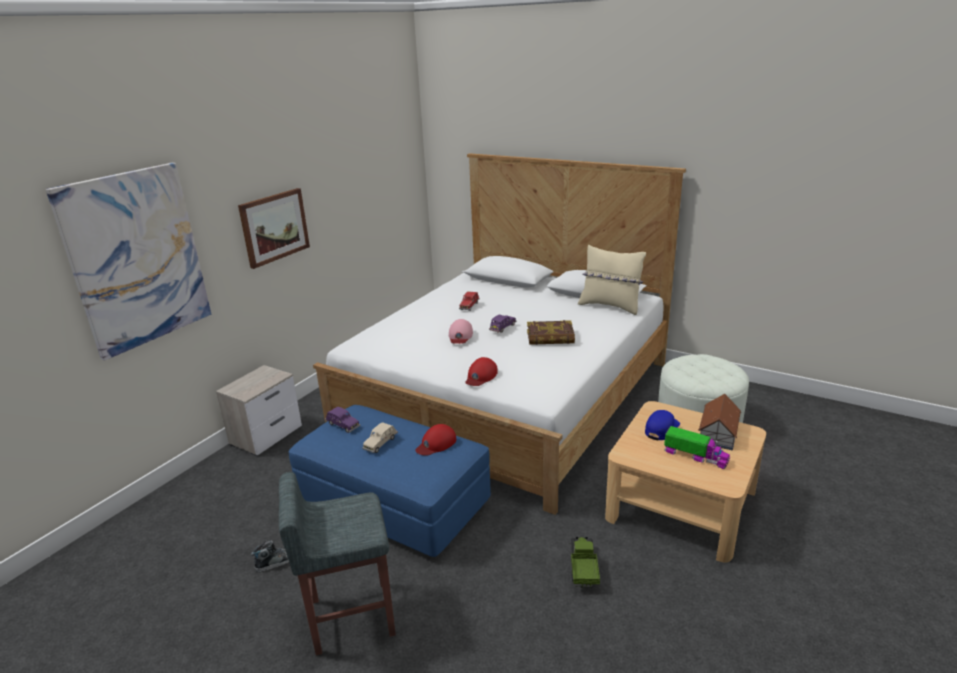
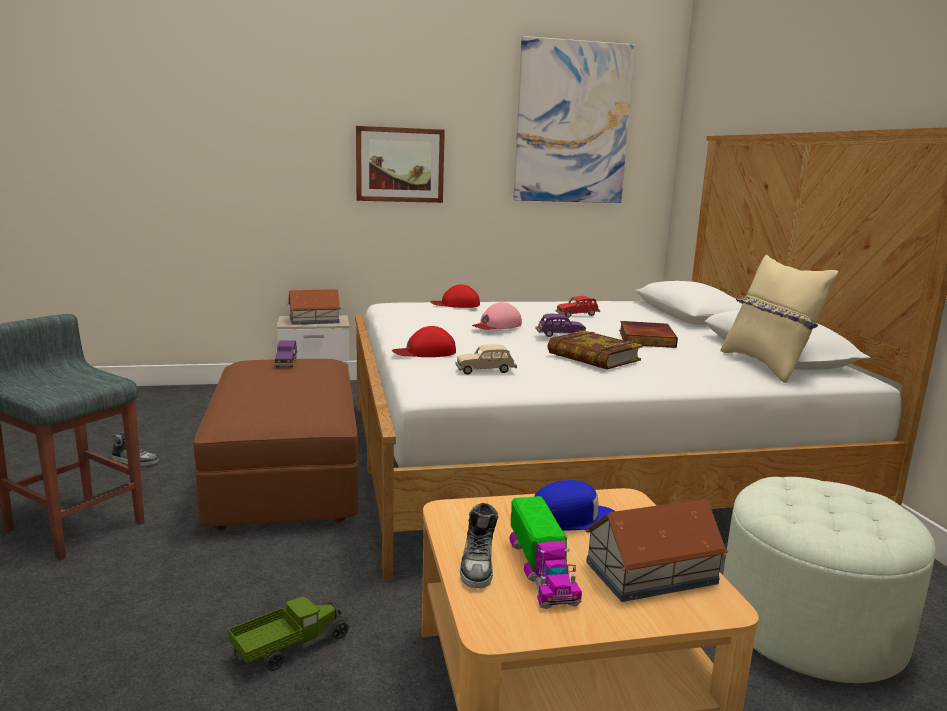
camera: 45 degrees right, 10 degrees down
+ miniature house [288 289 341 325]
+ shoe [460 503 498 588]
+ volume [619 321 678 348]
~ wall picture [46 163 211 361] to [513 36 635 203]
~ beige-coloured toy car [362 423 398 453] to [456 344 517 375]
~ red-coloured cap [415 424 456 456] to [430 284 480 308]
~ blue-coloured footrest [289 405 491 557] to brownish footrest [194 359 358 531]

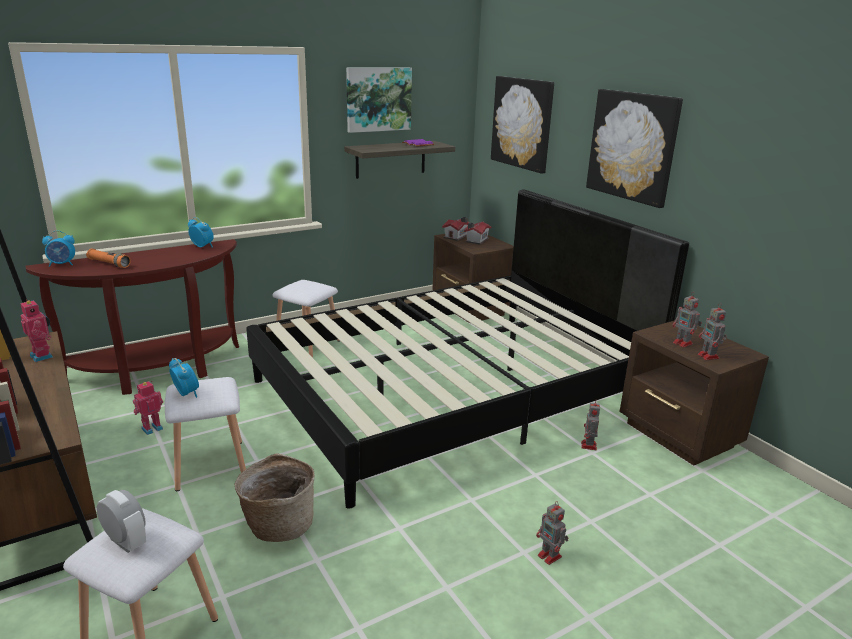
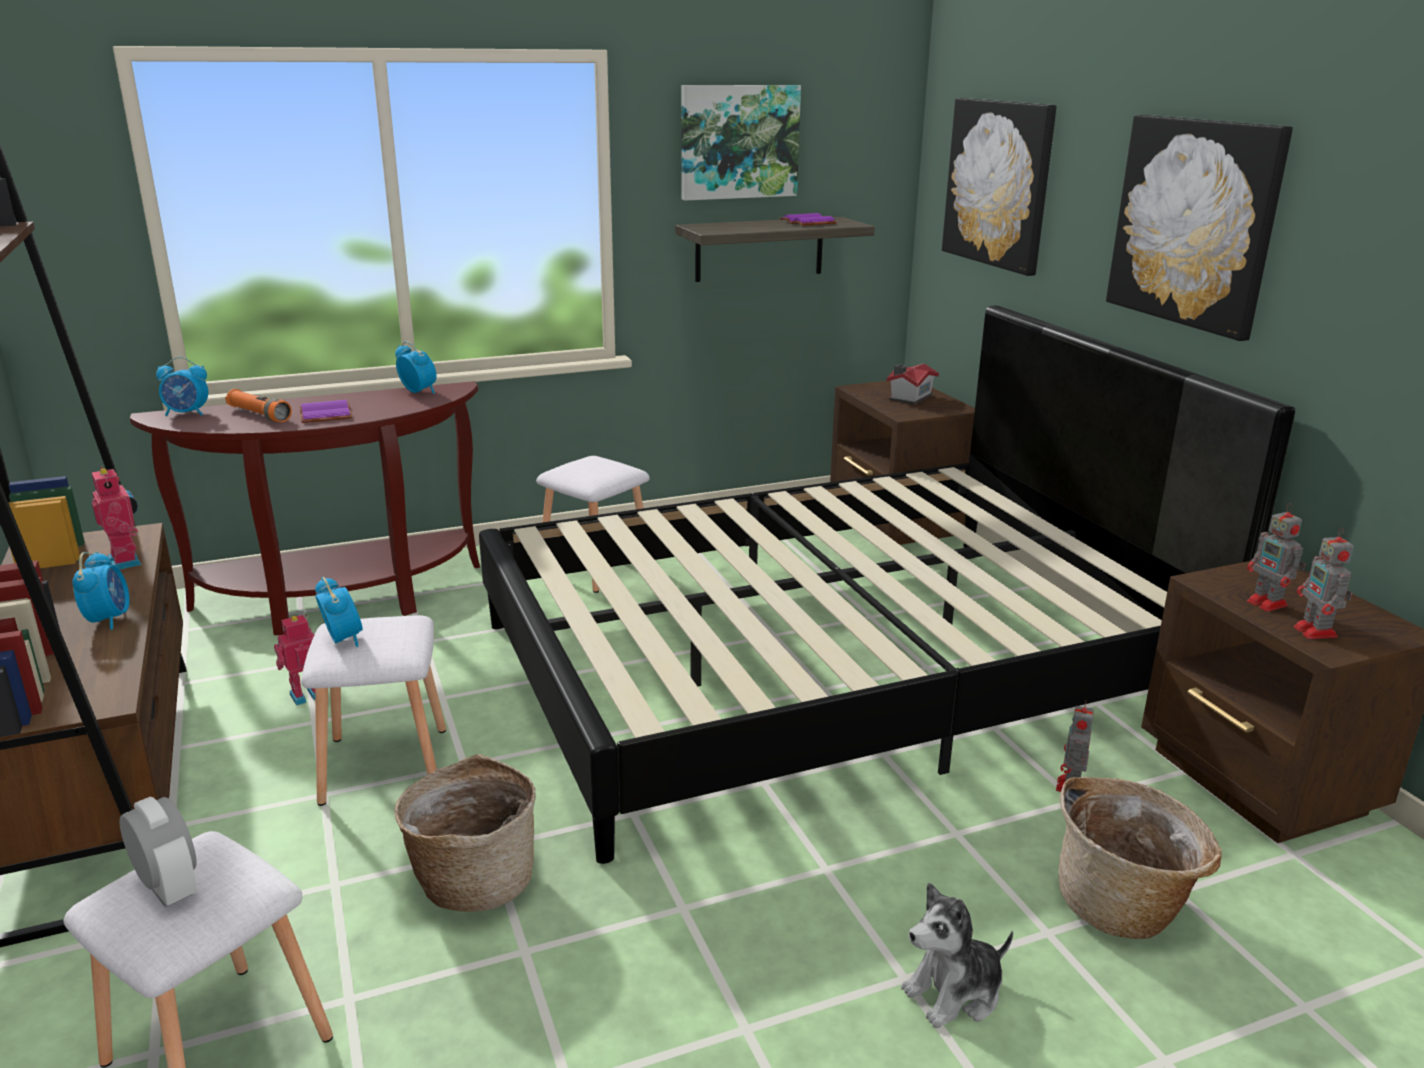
camera: 10 degrees right, 0 degrees up
- miniature house [442 217 469 241]
+ table clock [72 552 130 630]
+ purple volume [300 400 352 423]
+ basket [1058 777 1222 939]
~ toy robot [536 501 569 565] to soft toy [901 883 1013 1028]

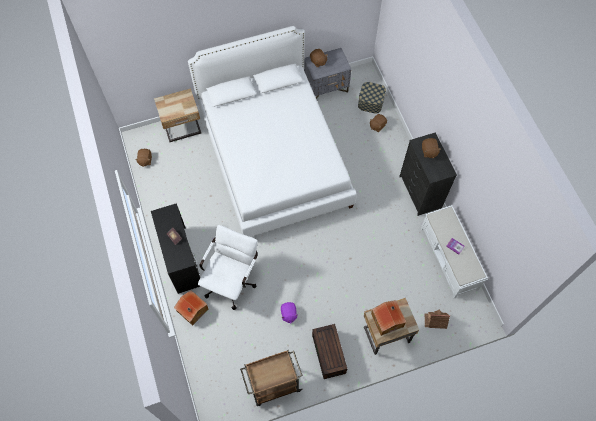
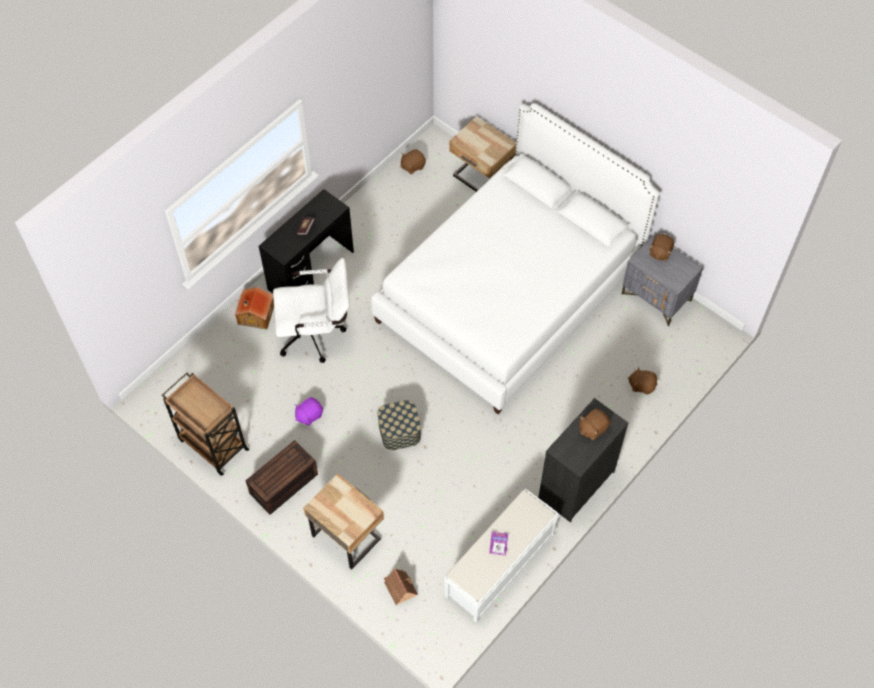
camera: 60 degrees right, 5 degrees down
- miniature house [371 300 406 336]
~ storage box [358 82 386 114] to [377 400 421 450]

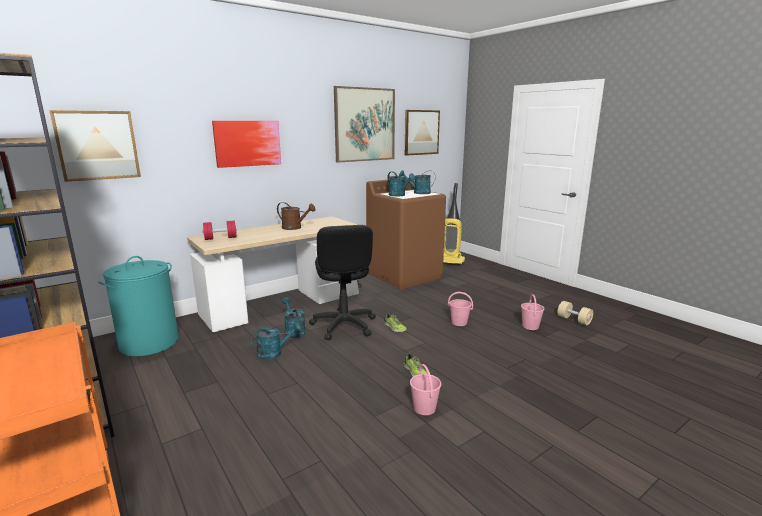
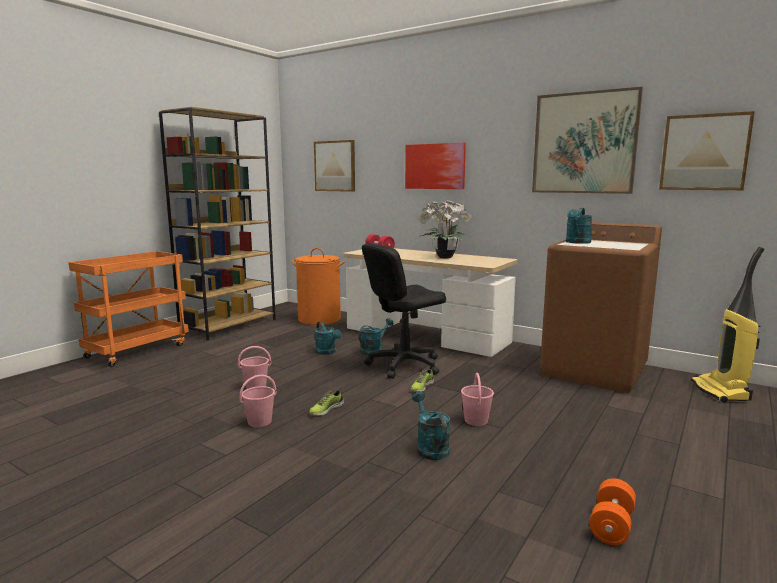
camera: 70 degrees right, 5 degrees down
~ turquoise sprinkling can [399 170 435 194] to [412 392 450 460]
~ pinkish bucket [521 294 544 330] to [238 346 271 389]
~ brownish sprinkling can [277 202 315 230] to plant in a pot [417 200 472 258]
~ turquoise hamper [98 256 179 356] to orange hamper [292 248 344 325]
~ beige-coloured dumbbell [558 301 593 325] to orange dumbbell [589 478 636 545]

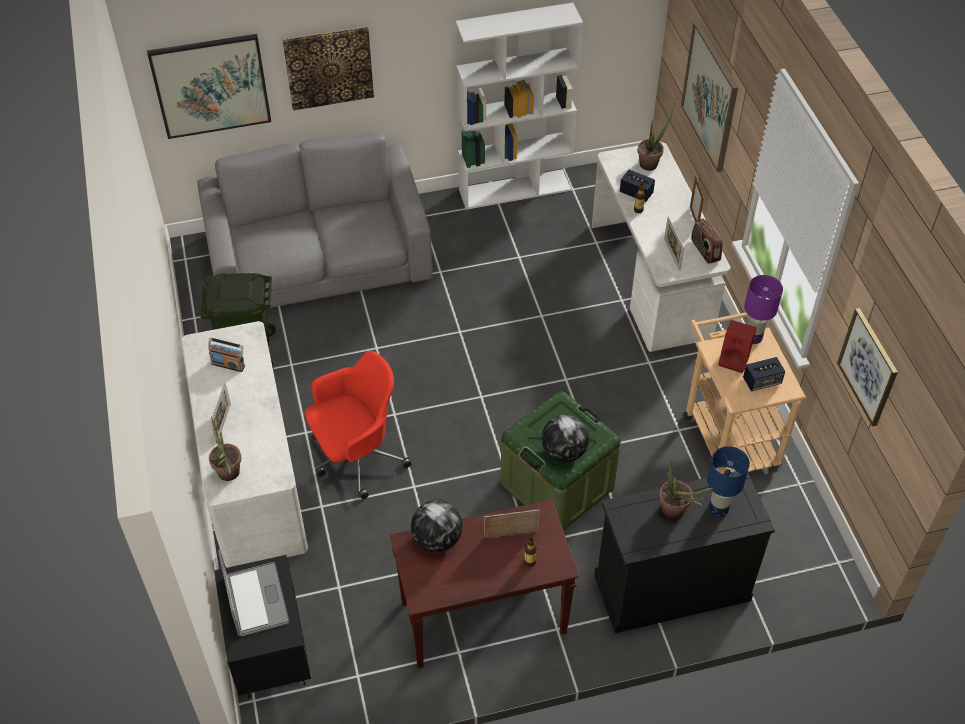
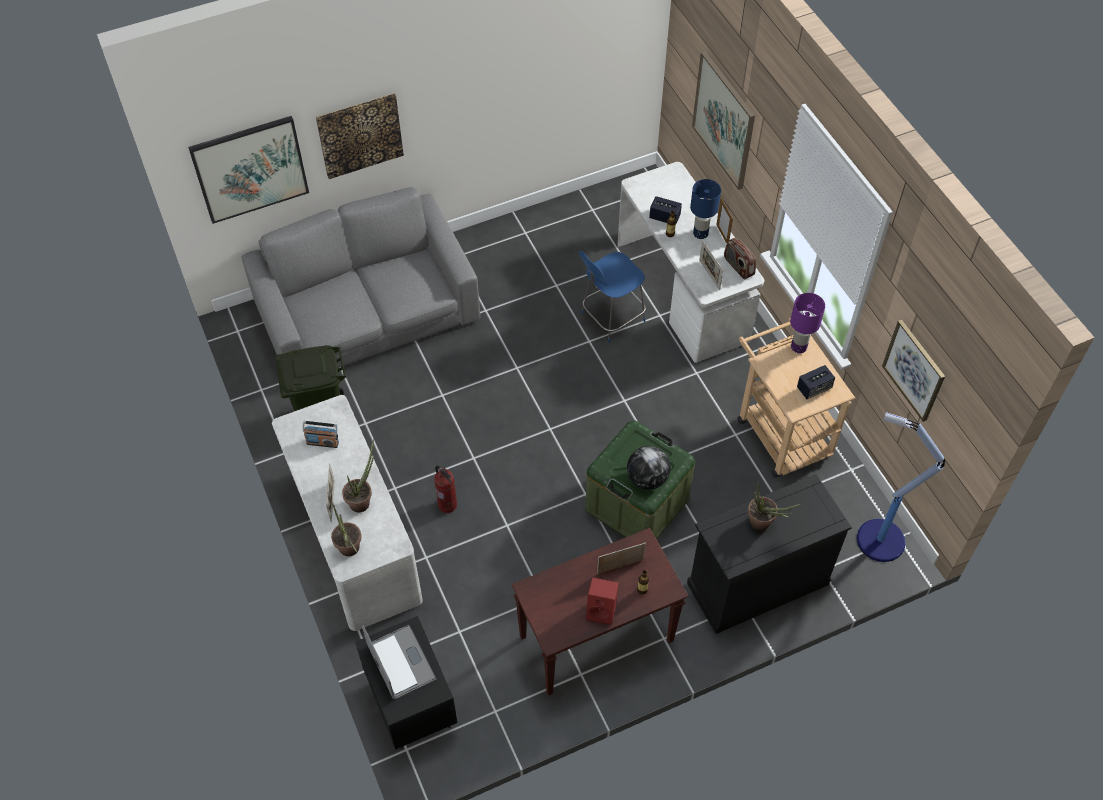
camera: 10 degrees left, 5 degrees up
- world globe [411 500 463 552]
- white-coloured bookshelf [455 3 583 210]
+ blue-coloured stool seat [579 251 646 343]
+ standard lamp [857 412 945 562]
~ plant in a pot [637 98 676 171] to [342 439 374 513]
~ blue-coloured table lamp [707 446 750 517] to [690 179 721 239]
~ red-coloured loudspeaker [718 320 757 373] to [586 577 619 625]
~ red-coloured computer chair [305 351 411 499] to fire extinguisher [434 466 457 513]

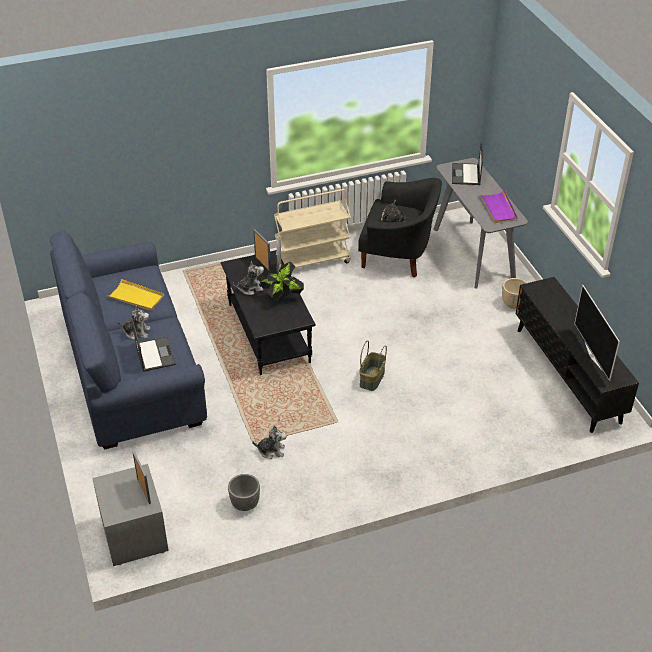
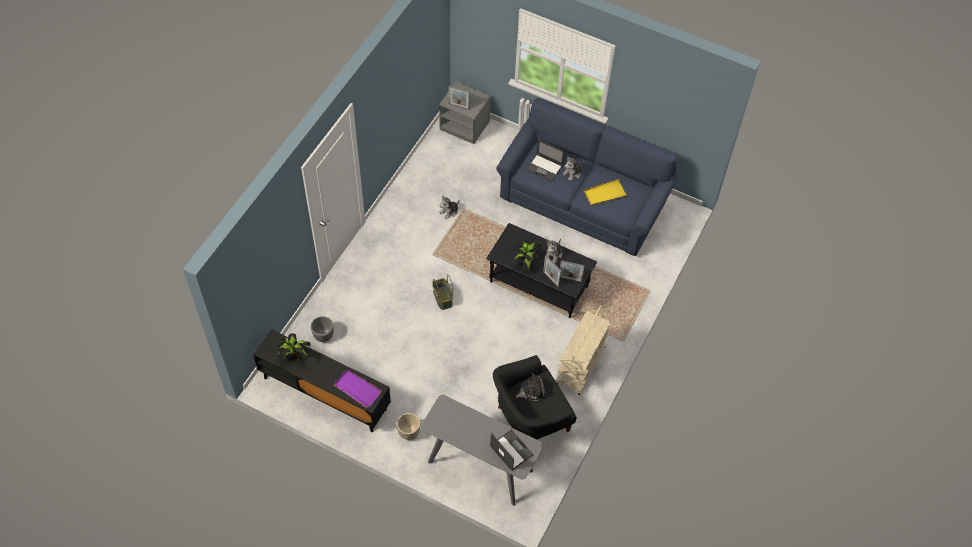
camera: 135 degrees right, 15 degrees up
~ grey planter [228 474 260 511] to [311 316 334 342]
~ purple tray [480 190 518 223] to [334 369 382 408]
~ television [574 285 620 381] to plant in a pot [277 333 311 359]

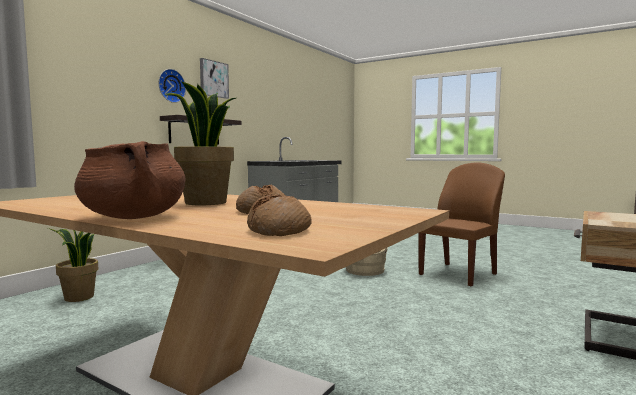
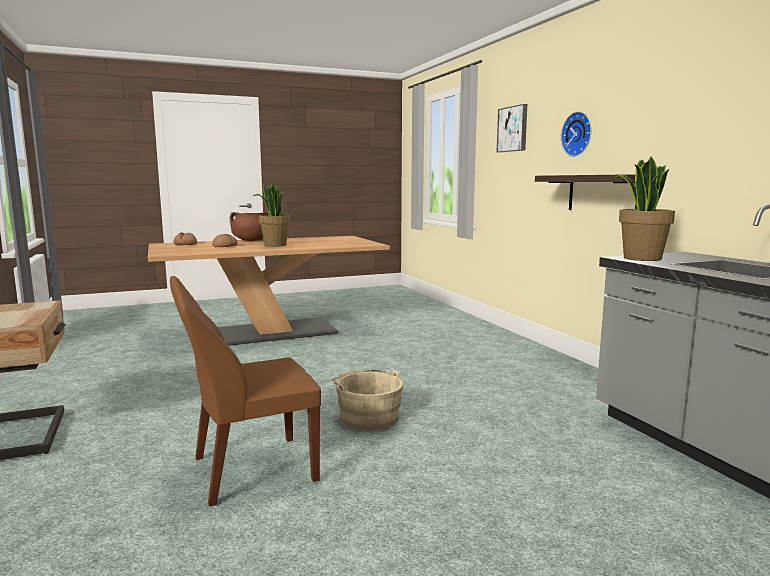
camera: 125 degrees right, 5 degrees up
~ plant in a pot [48 228 98 302] to [614 157 675 261]
~ wall picture [200 58 229 99] to [497 104 527 152]
~ brownish upright chair [418 162 505 286] = [170 276 321 507] 75 degrees clockwise

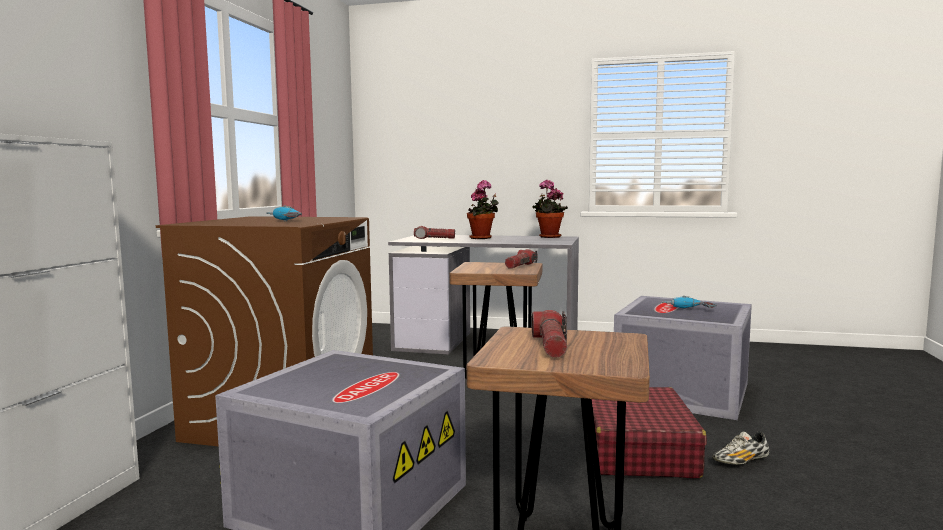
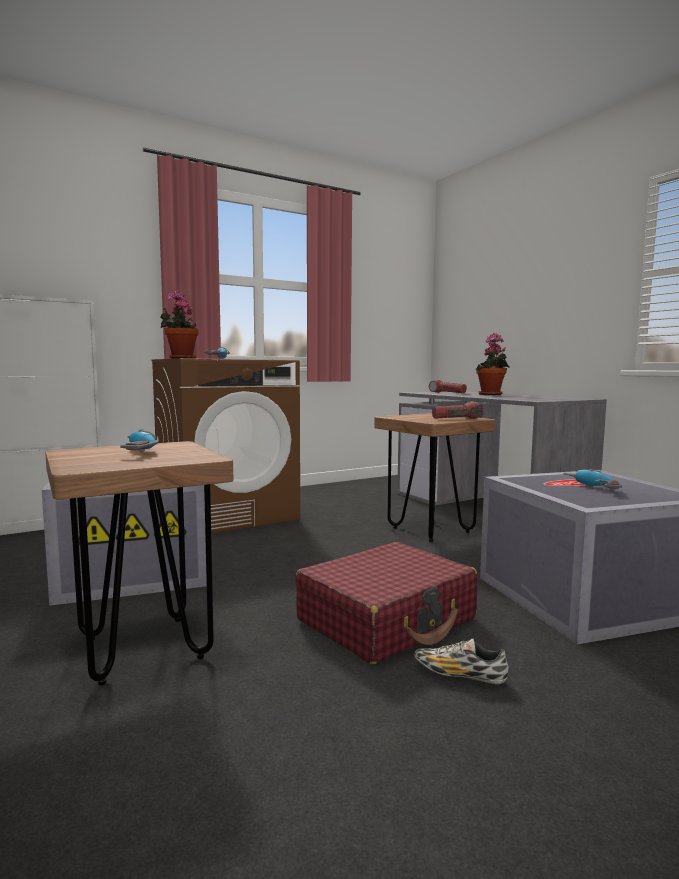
camera: 45 degrees right, 0 degrees up
~ plant in a pot [533 180 568 238] to [160 290 199 359]
~ hand torch [532 310 567 358] to electric drill [120 429 159 451]

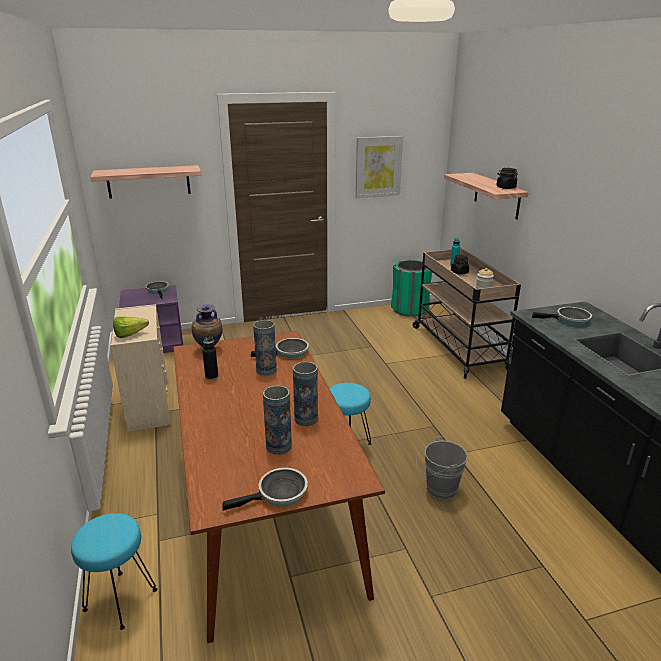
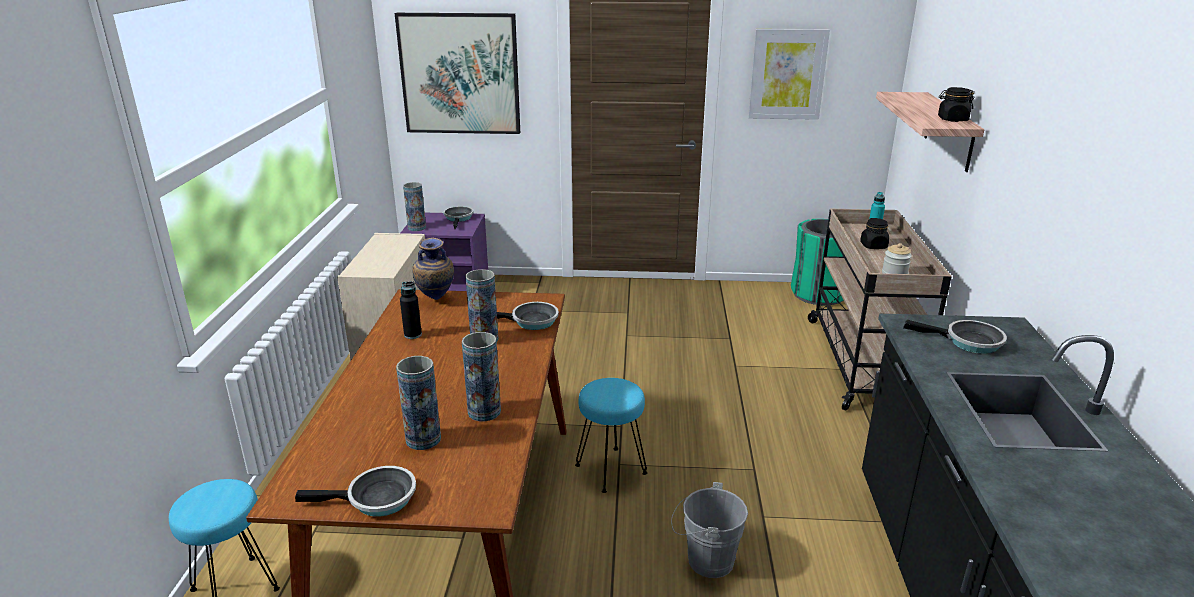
camera: 20 degrees right, 0 degrees up
- lettuce [113 316 149 338]
+ vase [403 182 426 231]
~ wall shelf [90 165 201 199] to wall picture [395 13 520 134]

